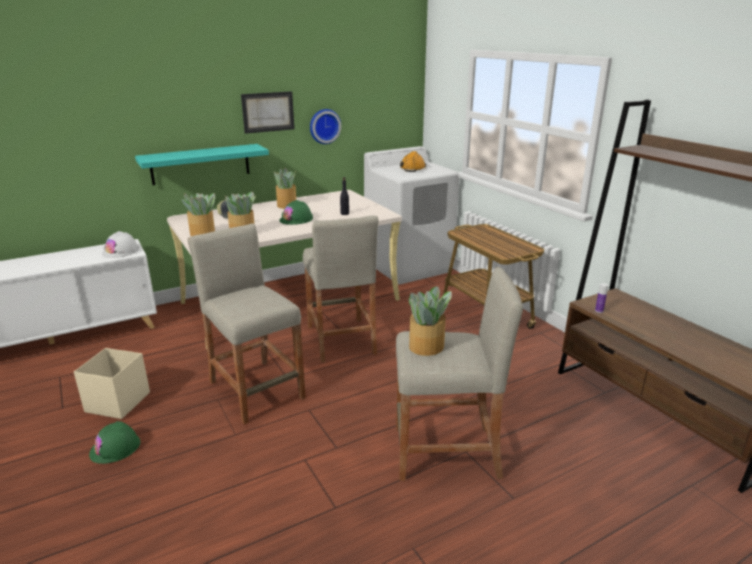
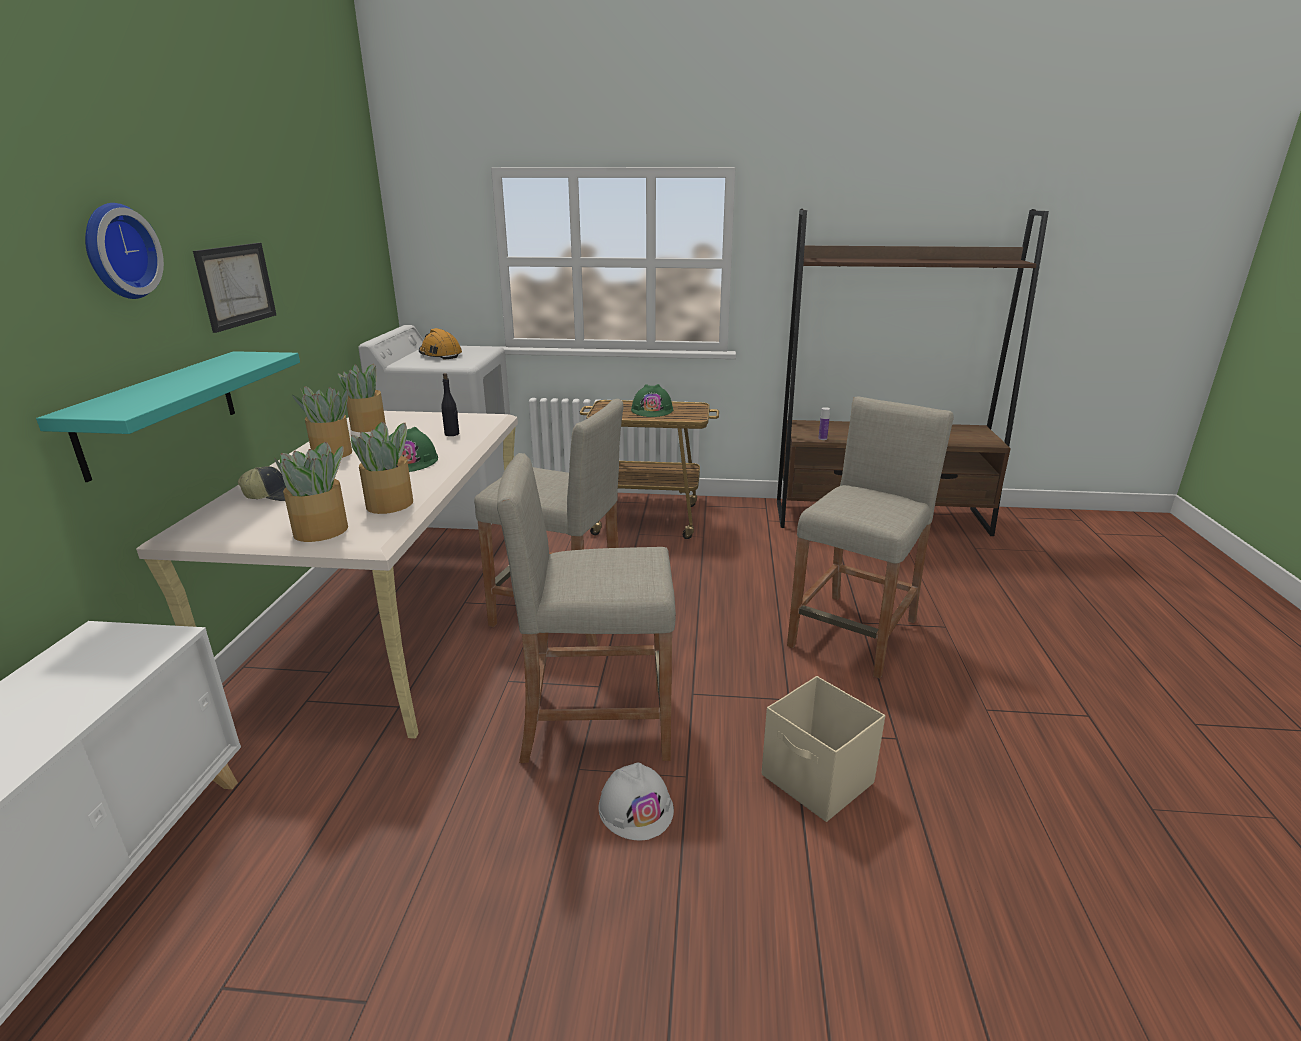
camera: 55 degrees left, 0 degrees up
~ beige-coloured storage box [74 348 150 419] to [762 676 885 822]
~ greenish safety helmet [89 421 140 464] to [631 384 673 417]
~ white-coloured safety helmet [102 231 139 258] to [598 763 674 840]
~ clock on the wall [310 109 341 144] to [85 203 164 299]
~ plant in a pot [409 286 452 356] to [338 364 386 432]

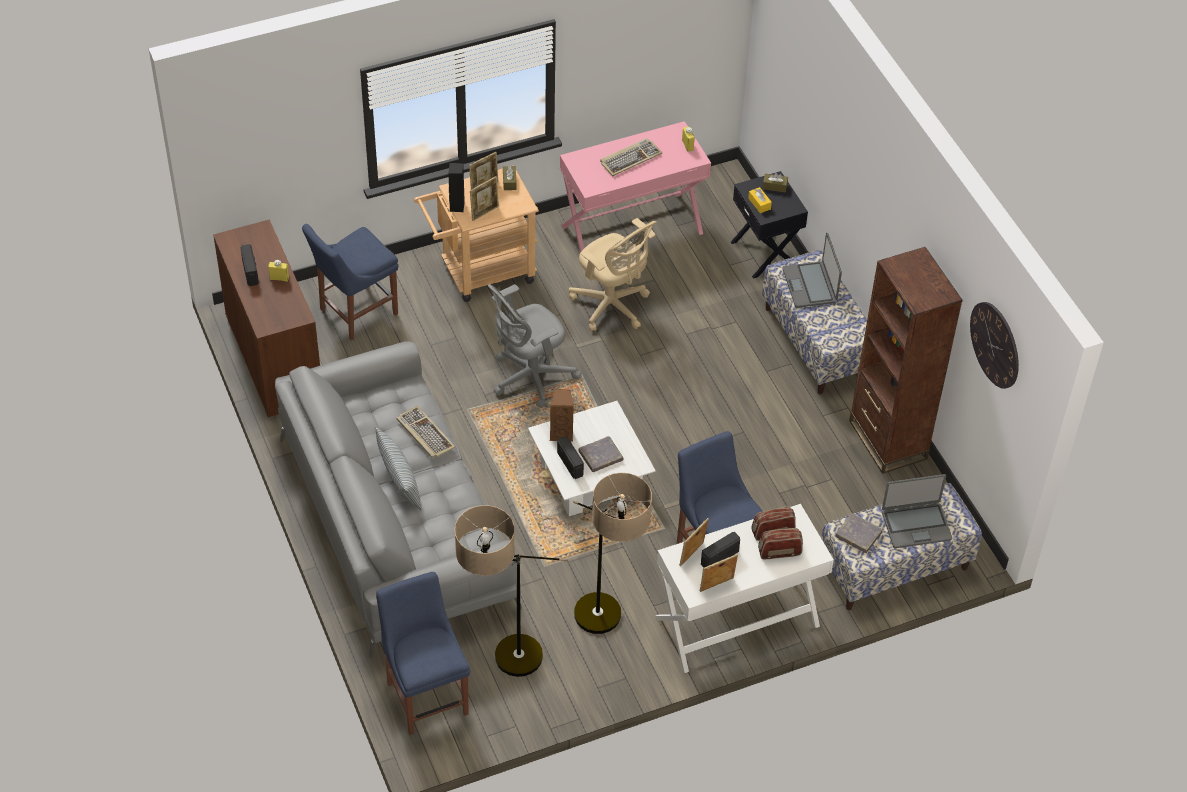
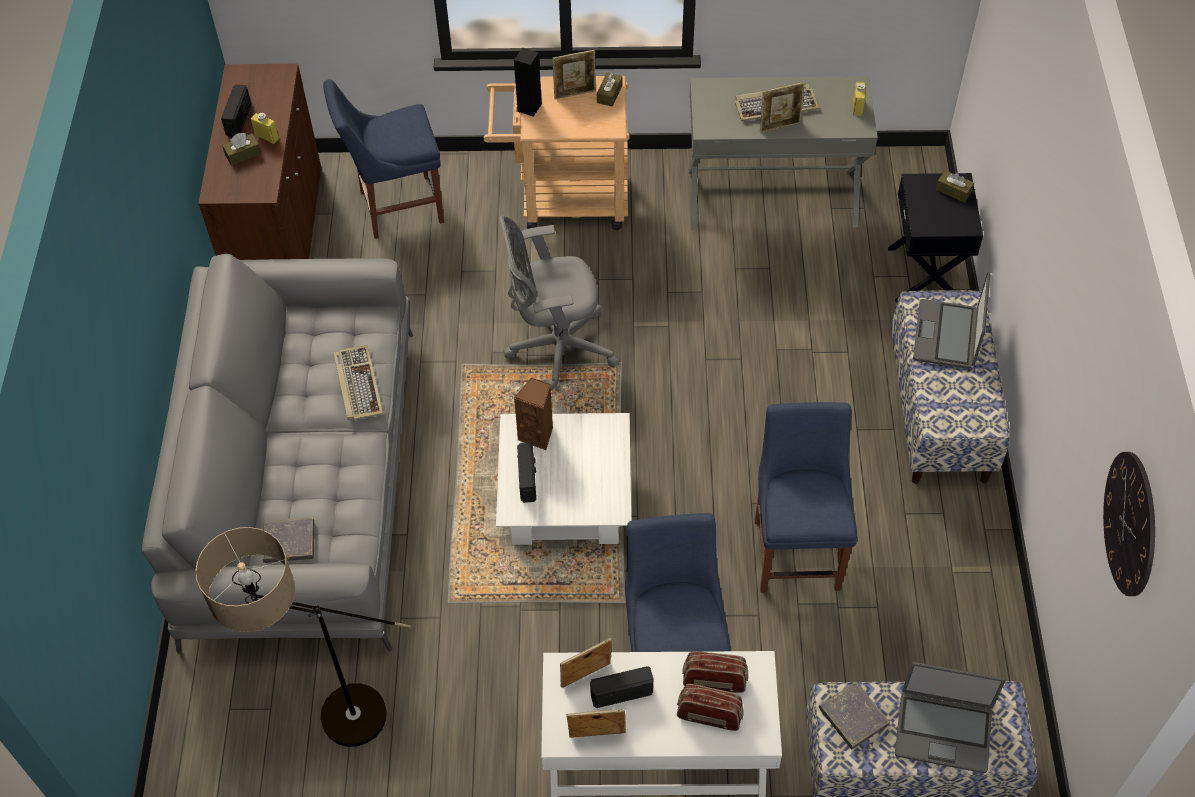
camera: 25 degrees right, 5 degrees up
- throw pillow [375 426 421 510]
- beige-coloured computer chair [569 218 656 332]
- standard lamp [573 473 652 634]
- yellow-coloured box of tissues [748 187 772 213]
- brownish bookshelf [849 247 963 474]
+ brownish box of tissues [222 133 261 166]
~ blue-coloured upright chair [376 572 470 735] to [755 402 857 593]
~ photo frame [470 176 499 221] to [760 82 805 133]
~ grey volume [579 436 623 472] to [262 517 314 563]
~ pinkish desk unit [560 121 711 253] to grey desk unit [689 76 878 229]

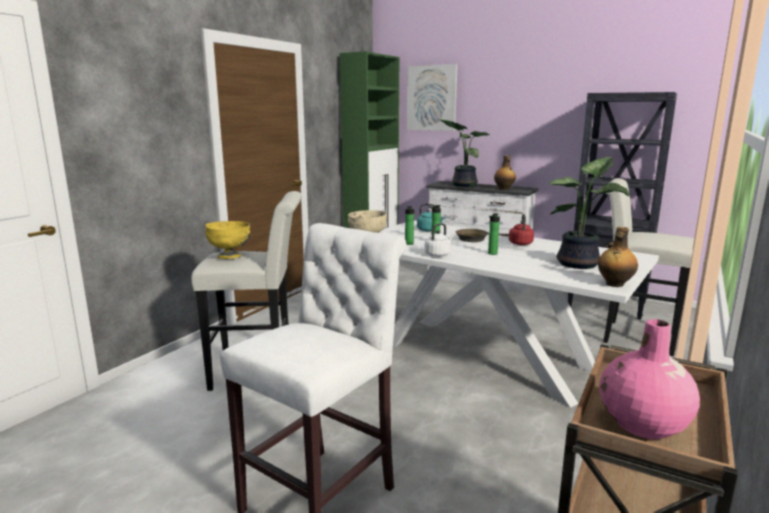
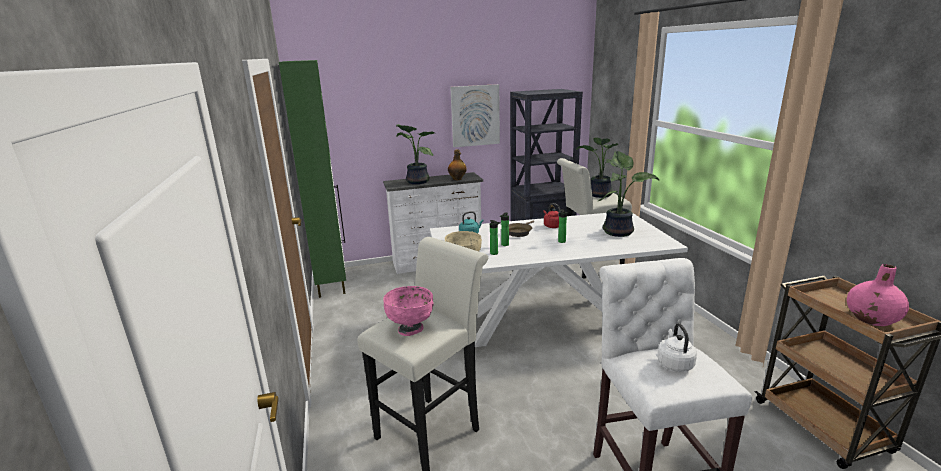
camera: 45 degrees left, 5 degrees up
- beverage bottle [598 227 638 287]
+ plant in a pot [576 137 618 198]
~ wall picture [407 64 458 131] to [450 84 500 147]
~ white-coloured water kettle [425 223 454 257] to [657 323 697 372]
~ yellow-coloured bowl [205 221 250 259] to pinkish bowl [383 286 434 336]

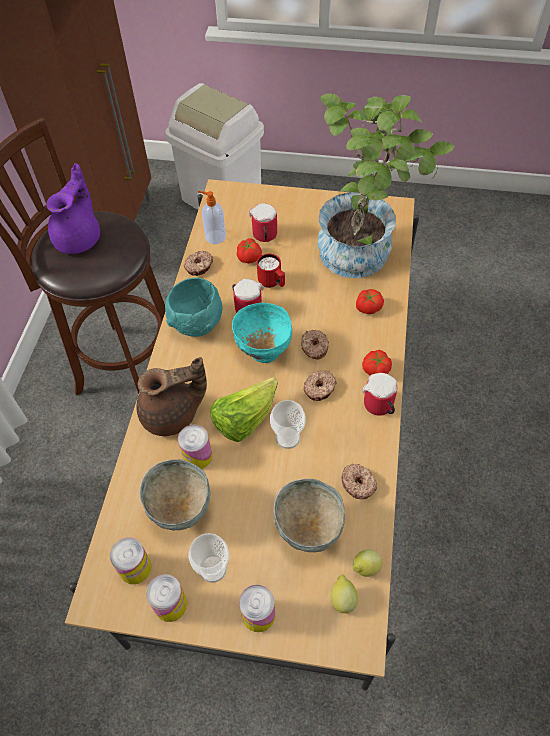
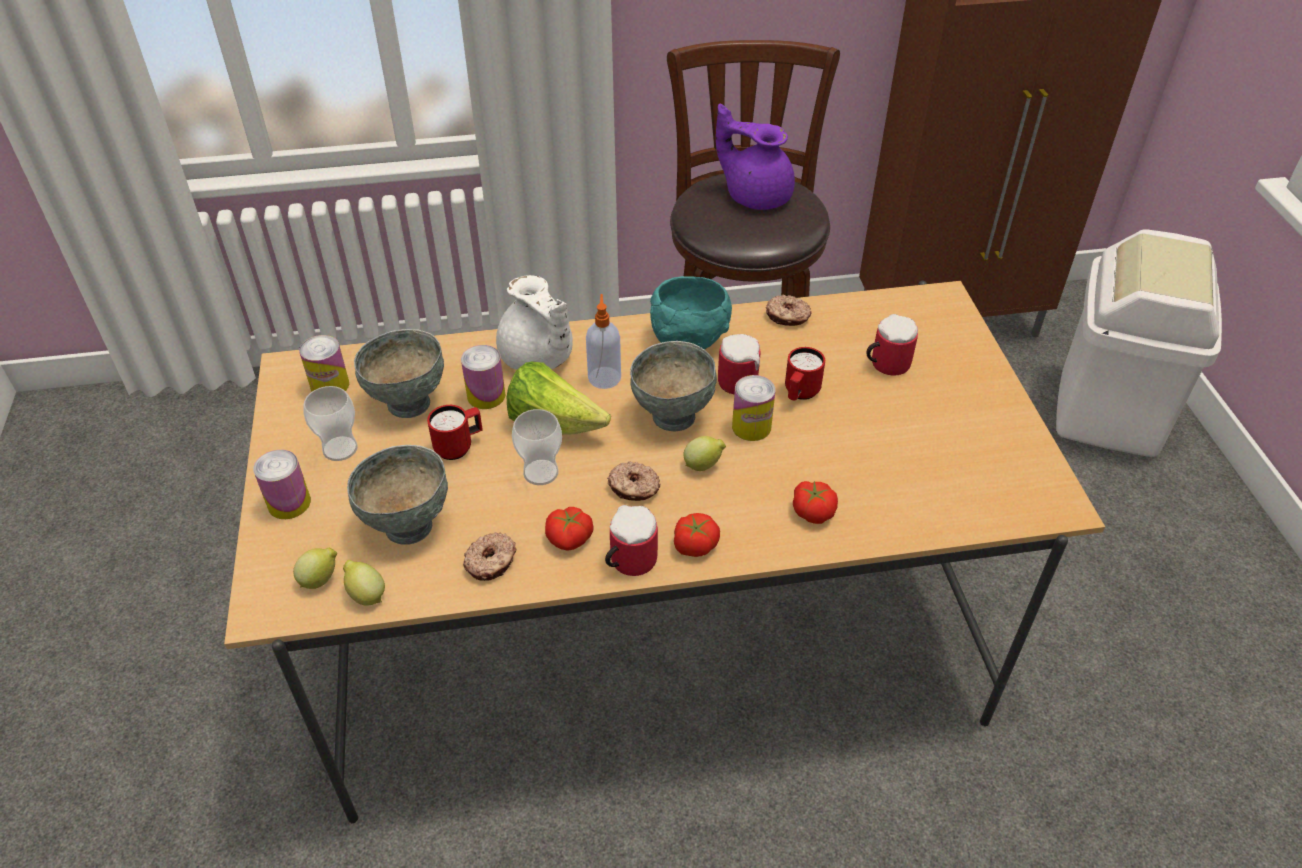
camera: 70 degrees right, 10 degrees down
- plant in a pot [318 93 454 278]
+ red-coloured mug [427 405 483 460]
~ sealed can [146 574 187 622] to [732 375 775 441]
~ soap bottle [198 191 226 244] to [586 294 621 389]
~ whole tomato [237 238 262 264] to [545 507 594 551]
~ ring doughnut [301 330 329 360] to citrus fruit [683 436 726 471]
~ brownish pot for tea [136 357 207 436] to white-coloured pot for tea [496 275 573 370]
~ turquoise bowl [232 303 292 363] to grey bowl [630 341 717 431]
~ purple pot for tea [46 163 100 254] = [716 103 795 210] 150 degrees counterclockwise

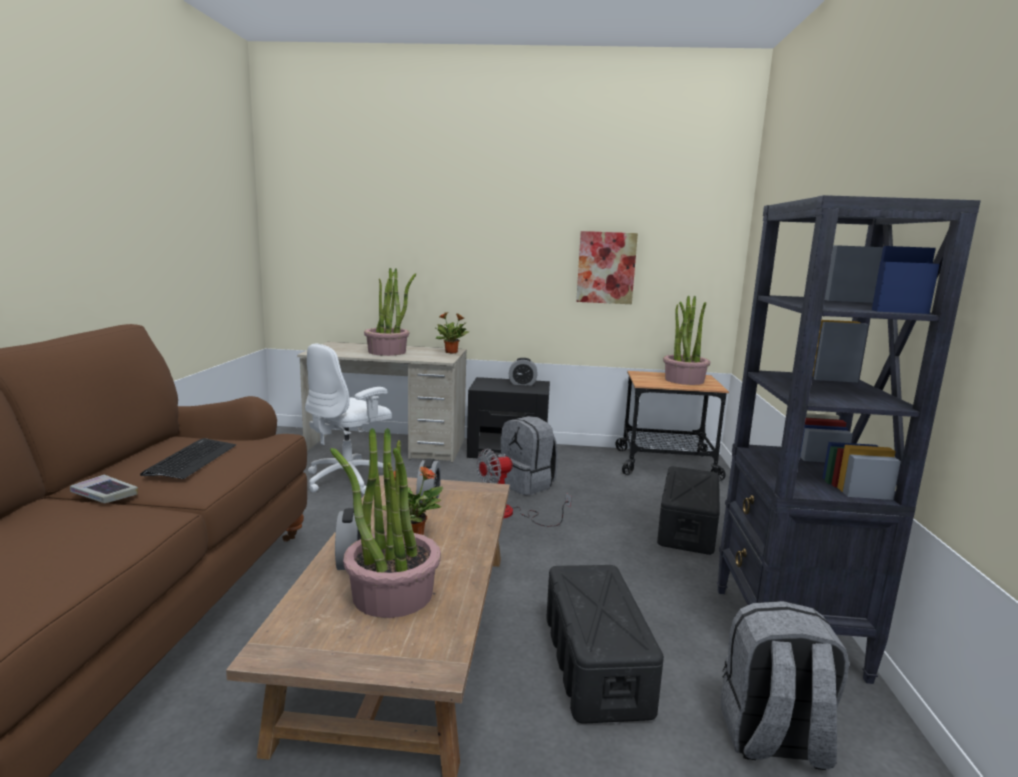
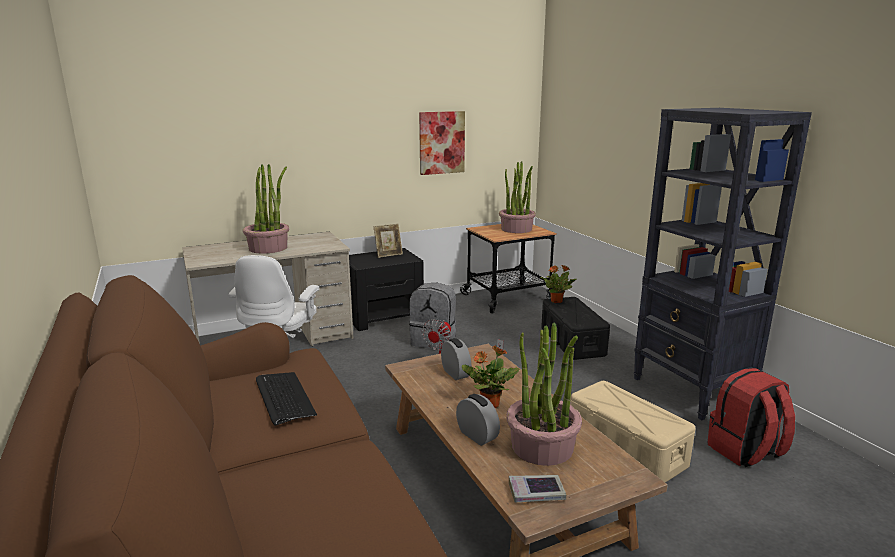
camera: 30 degrees left, 5 degrees up
~ volume [70 475 138 503] to [509 475 566 503]
~ plant in a pot [434 312 469 354] to [540 265 577 303]
~ table clock [509 358 537 386] to photo frame [373 224 403 258]
~ blackish storage box [546 565 664 724] to beige-coloured storage box [570 381 696 483]
~ grey knapsack [720 601 849 770] to red-coloured knapsack [707 368 795 467]

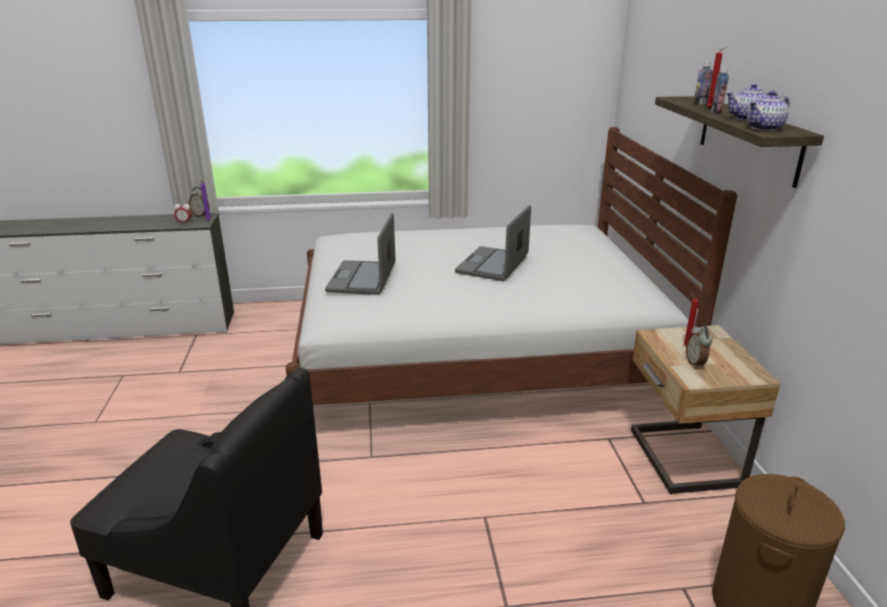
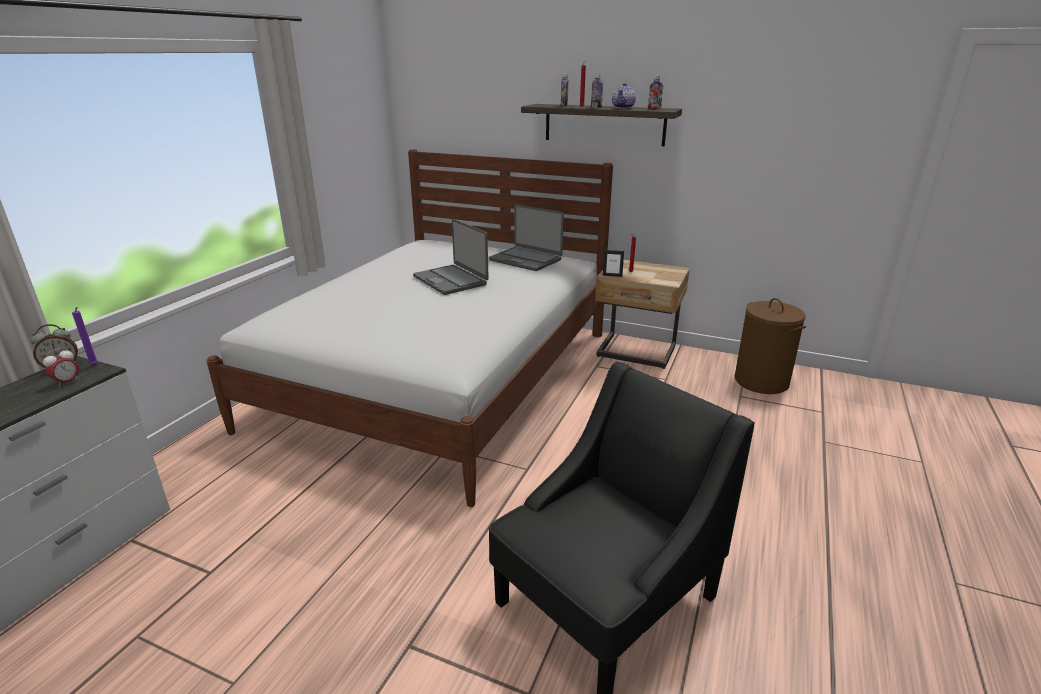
camera: 60 degrees left, 0 degrees up
- table clock [686 324 712 369]
+ photo frame [603 250 624 277]
~ portable computer [325 213 395 295] to [489 204 564 271]
~ pot for tea [747 91 790 131] to beverage bottle [648 75 663 110]

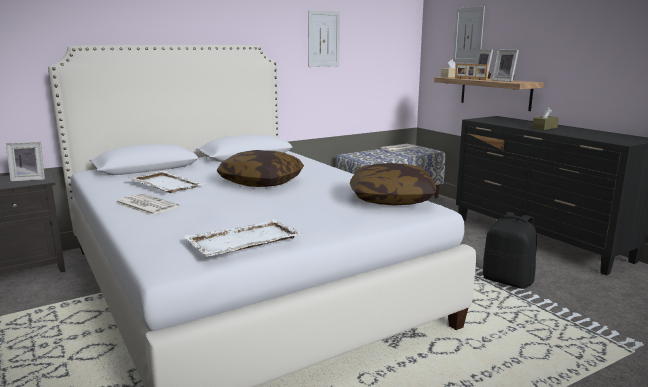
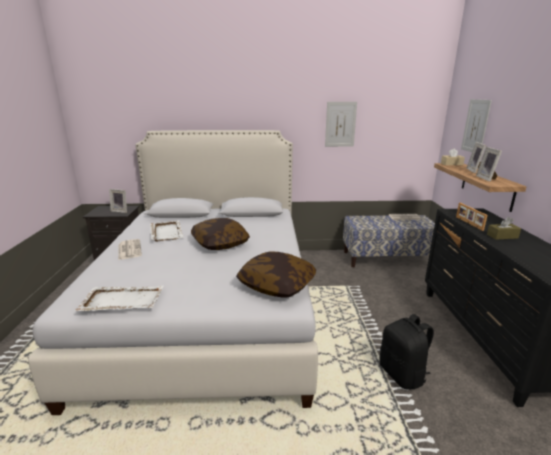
camera: 30 degrees right, 5 degrees up
~ photo frame [455 63 488 80] to [456 203 487 231]

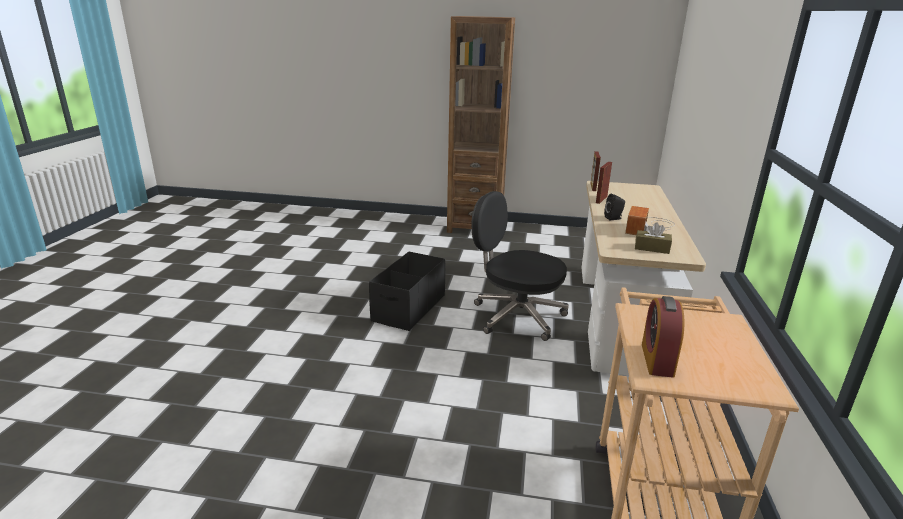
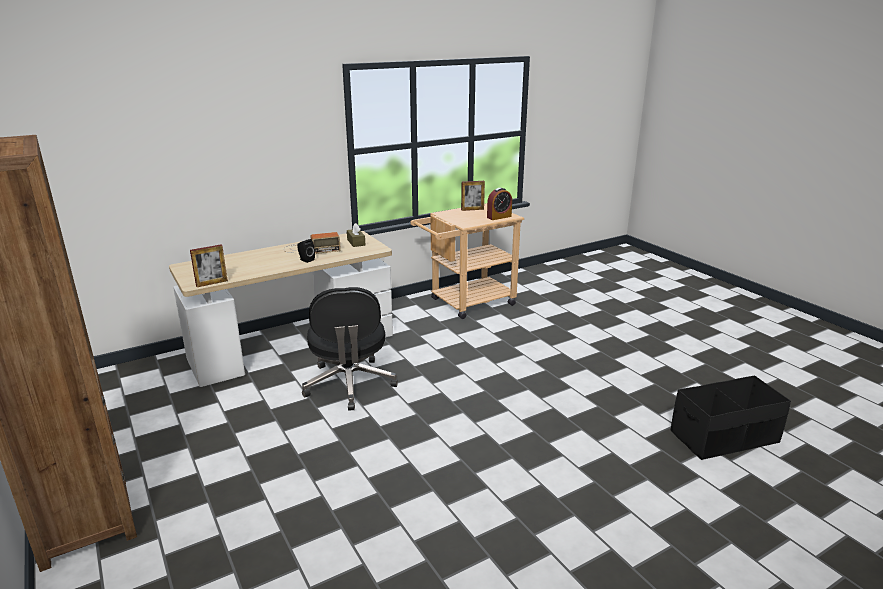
camera: 130 degrees left, 0 degrees up
~ blackish storage box [369 252 445 331] to [671 375 791 460]
~ photo frame [596 162 612 204] to [461 181 485 211]

